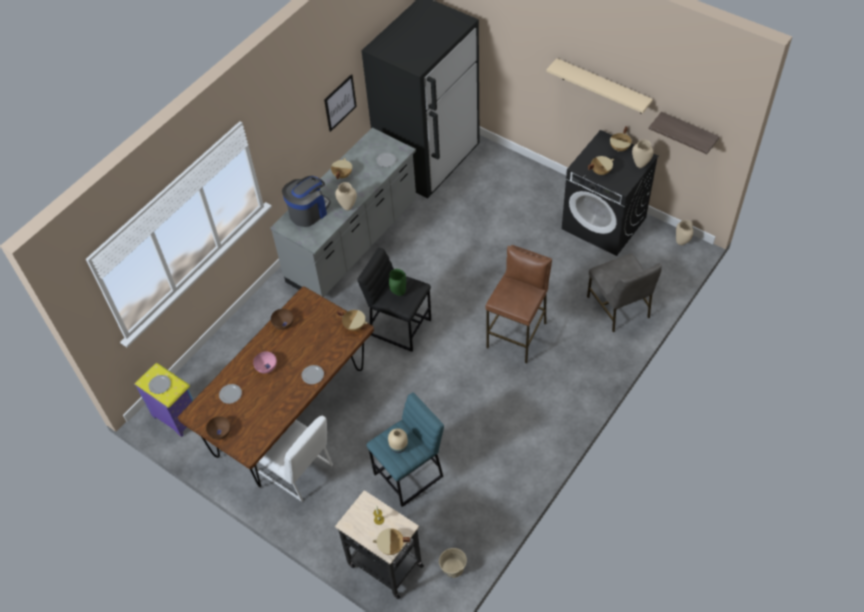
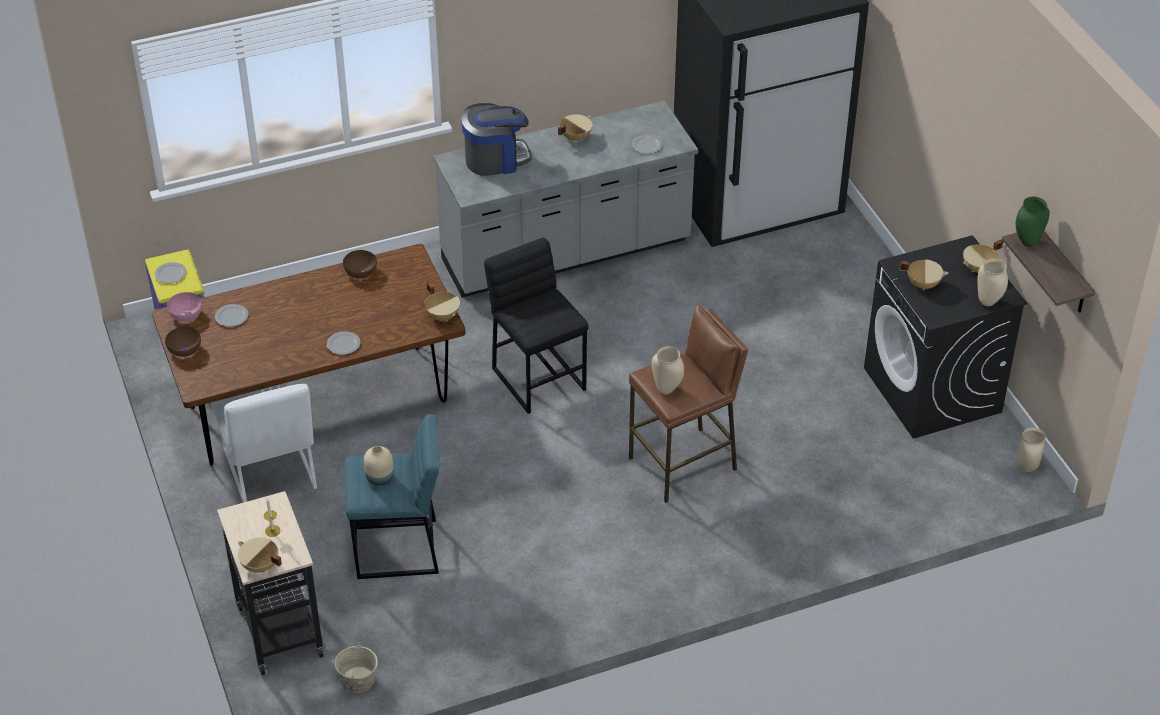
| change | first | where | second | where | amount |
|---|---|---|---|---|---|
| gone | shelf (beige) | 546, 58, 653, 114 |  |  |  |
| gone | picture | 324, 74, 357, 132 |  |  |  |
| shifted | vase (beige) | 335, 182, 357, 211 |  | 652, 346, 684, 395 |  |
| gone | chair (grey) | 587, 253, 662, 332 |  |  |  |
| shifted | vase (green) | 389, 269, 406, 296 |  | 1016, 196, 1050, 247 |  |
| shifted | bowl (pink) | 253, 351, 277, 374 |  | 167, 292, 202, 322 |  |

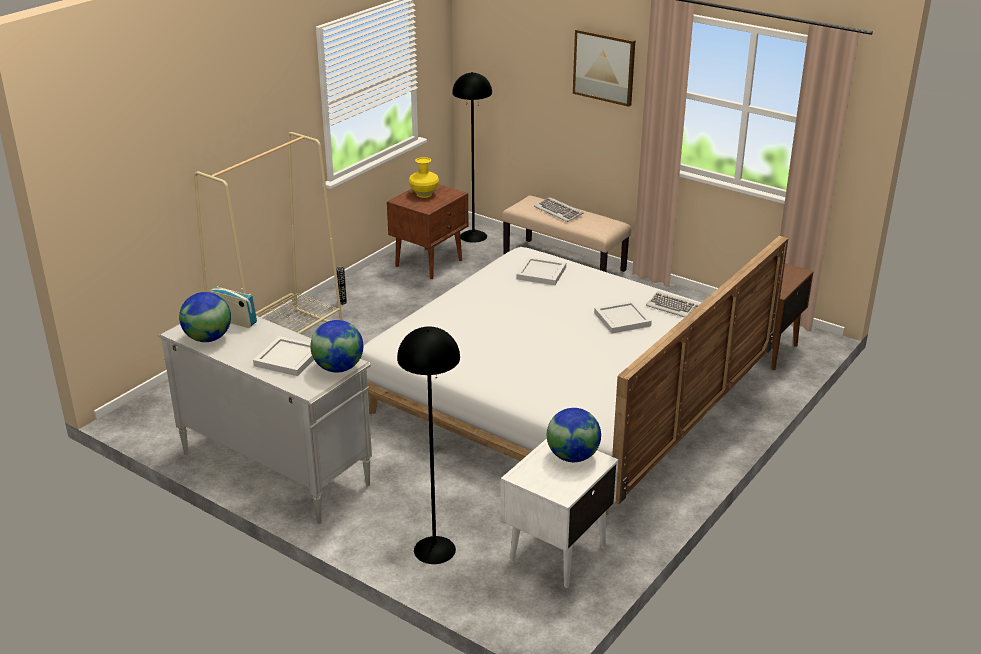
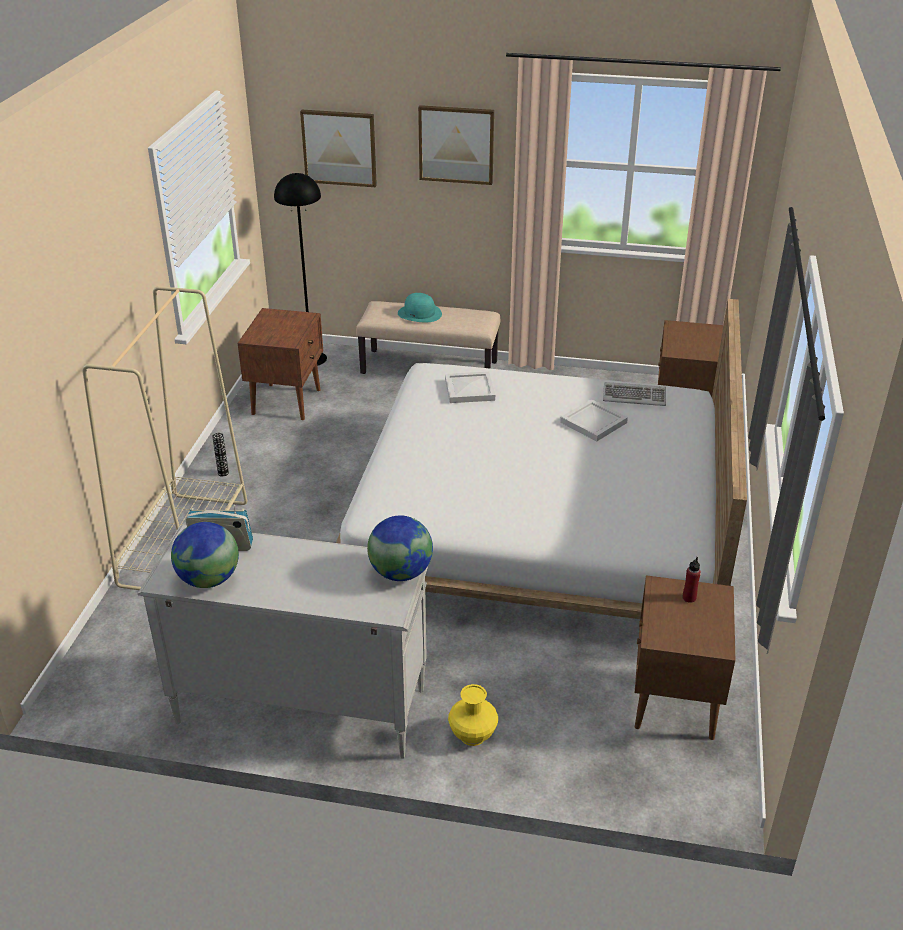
| change | first | where | second | where | amount |
|---|---|---|---|---|---|
| shifted | vase (yellow) | 409, 157, 439, 198 |  | 448, 684, 498, 746 |  |
| swapped | keyboard | 534, 197, 583, 222 | hat (turquoise) | 398, 293, 442, 322 |  |
| gone | floor lamp (black) | 397, 326, 460, 564 |  |  |  |
| gone | tray (white) | 253, 336, 314, 376 |  |  |  |
| swapped | globe | 547, 408, 601, 462 | bottle (red) | 683, 557, 701, 603 |  |
| repainted | nightstand (white) | 501, 439, 619, 588 | nightstand (brown) | 634, 576, 735, 740 |  |
| new |  |  | picture | 300, 110, 377, 187 |  |

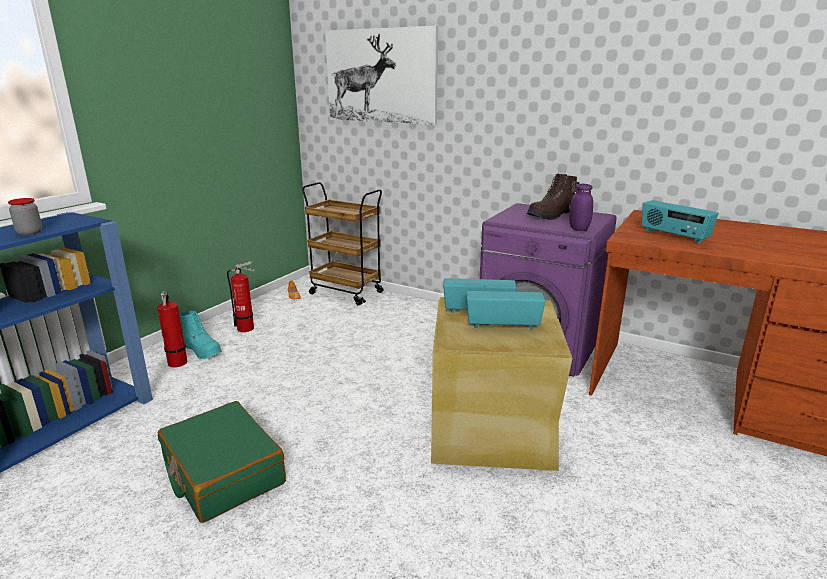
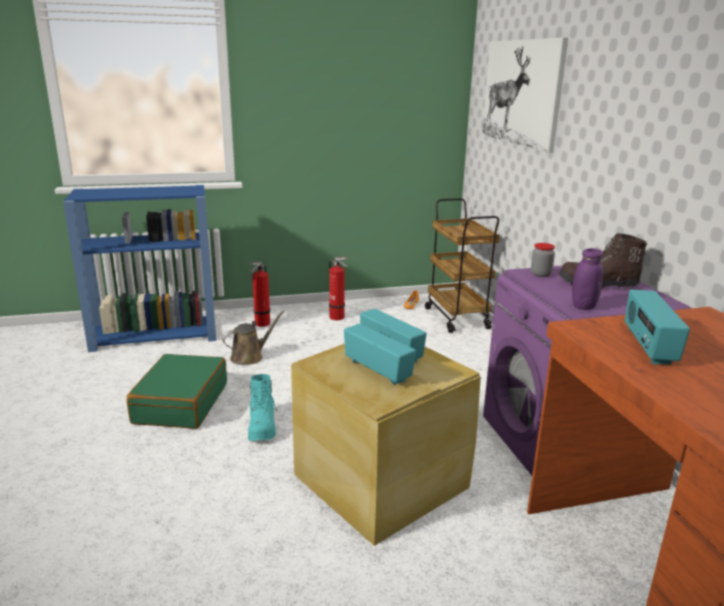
| change | first | where | second | where | amount |
|---|---|---|---|---|---|
| shifted | jar | 8, 198, 42, 235 |  | 531, 243, 555, 277 |  |
| shifted | boot (turquoise) | 179, 311, 222, 359 |  | 248, 374, 277, 441 |  |
| new |  |  | watering can (brown) | 222, 310, 285, 365 |  |

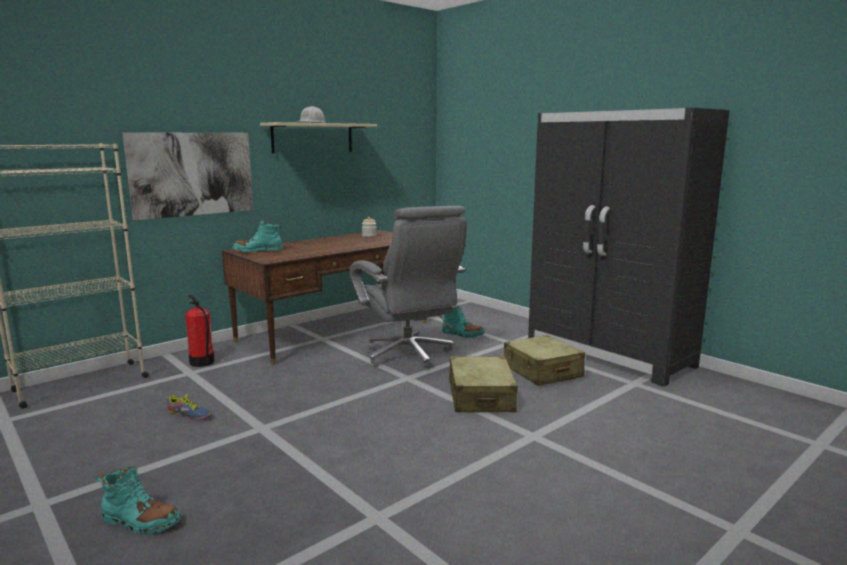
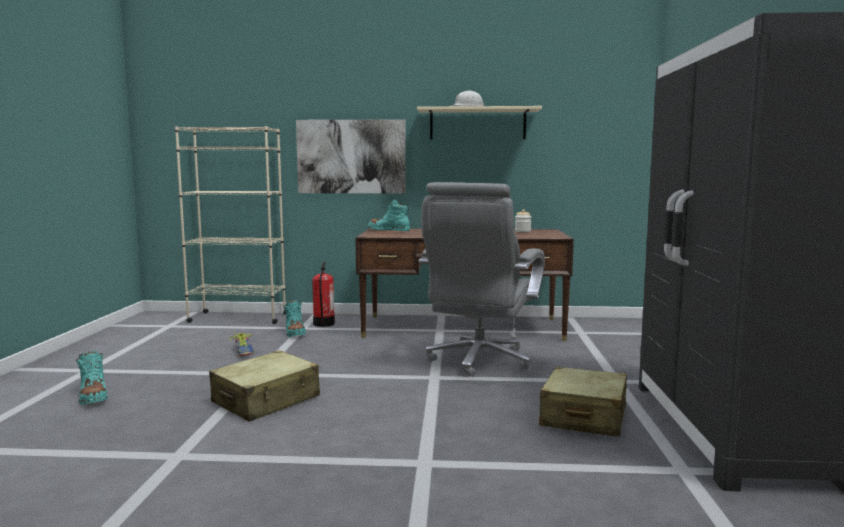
| change | first | where | second | where | amount |
|---|---|---|---|---|---|
| shifted | boot (turquoise) | 442, 305, 484, 338 |  | 284, 300, 306, 337 |  |
| shifted | suitcase (beige) | 449, 356, 518, 412 |  | 209, 350, 320, 422 |  |

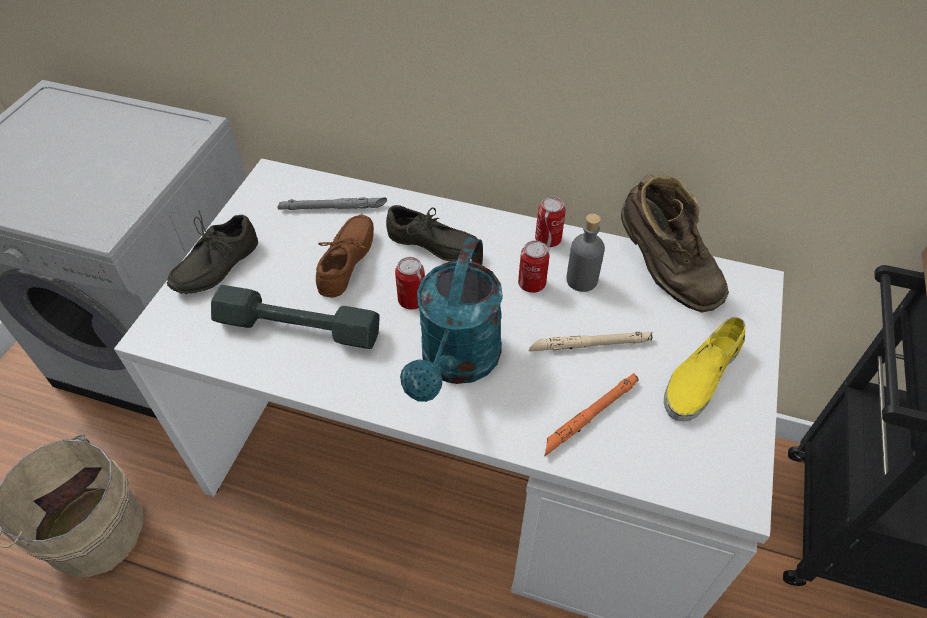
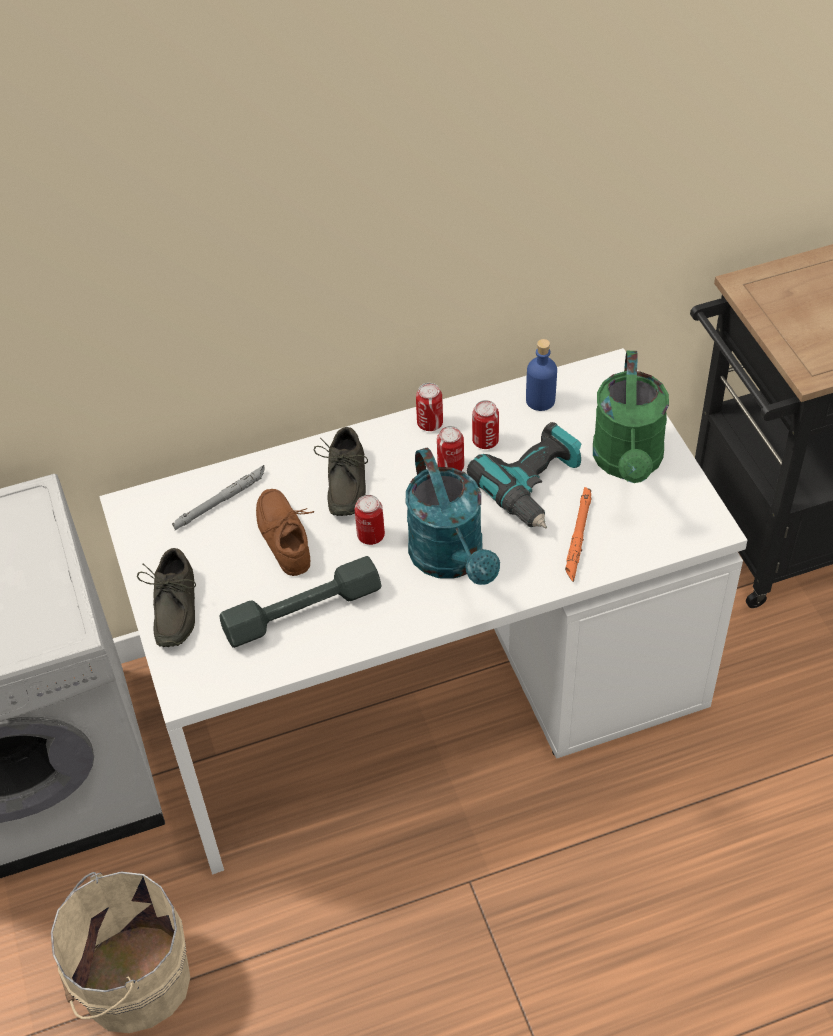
| change | first | where | second | where | amount |
|---|---|---|---|---|---|
| swapped | boot (brown) | 621, 173, 729, 313 | bottle (blue) | 526, 339, 557, 411 |  |
| rotated | shoe (grey) | 386, 205, 477, 262 |  | 314, 427, 368, 516 | 105 degrees clockwise |
| swapped | bottle (grey) | 566, 214, 605, 292 | can | 472, 400, 499, 449 |  |
| swapped | shoe (yellow) | 664, 317, 745, 421 | watering can (green) | 593, 351, 669, 483 |  |
| swapped | flashlight (beige) | 529, 332, 653, 351 | power drill | 467, 422, 581, 528 |  |

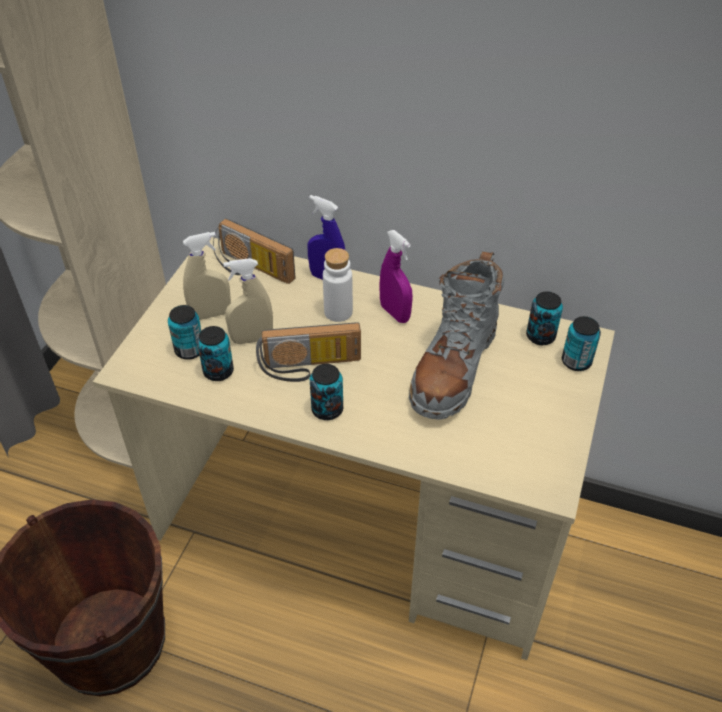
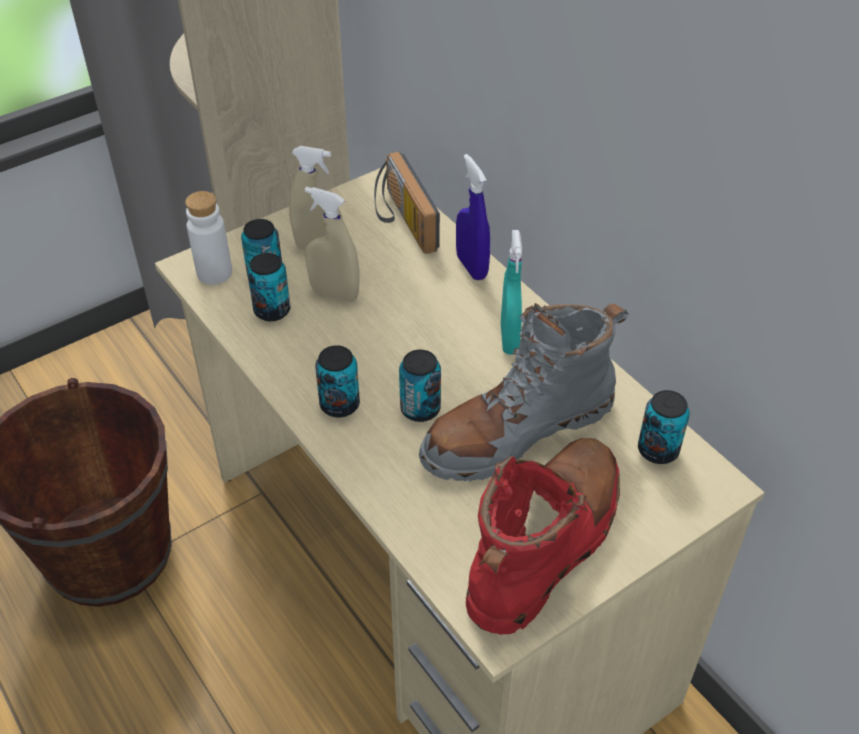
| change | first | where | second | where | amount |
|---|---|---|---|---|---|
| repainted | spray bottle (purple) | 380, 230, 413, 323 | spray bottle (turquoise) | 501, 230, 522, 355 |  |
| shifted | bottle (white) | 323, 248, 353, 322 |  | 185, 191, 232, 285 |  |
| shifted | can | 562, 316, 601, 371 |  | 399, 350, 441, 422 |  |
| gone | radio | 256, 322, 361, 382 |  |  |  |
| new |  |  | boot (red) | 465, 438, 620, 635 |  |

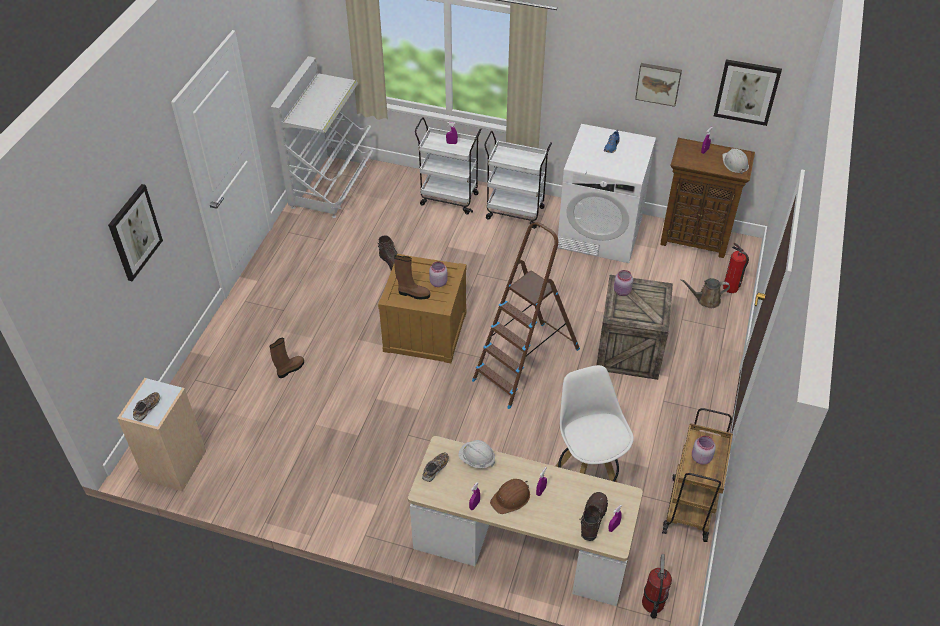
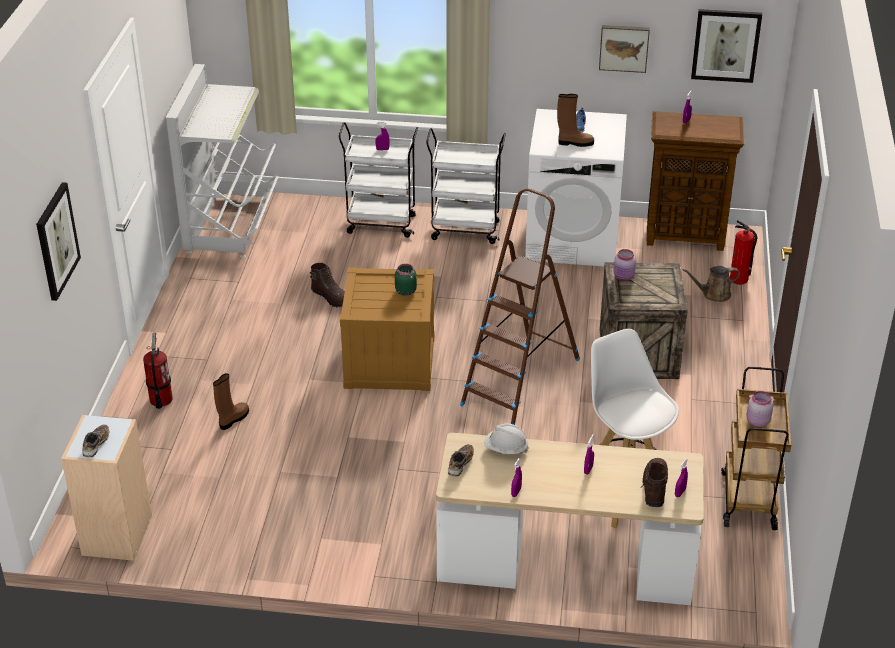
| change | first | where | second | where | amount |
|---|---|---|---|---|---|
| gone | hard hat (white) | 722, 148, 749, 174 |  |  |  |
| shifted | boot (brown) | 394, 255, 430, 299 |  | 557, 94, 594, 147 |  |
| repainted | jar (pink) | 429, 261, 448, 287 | jar (green) | 395, 264, 417, 296 |  |
| gone | hard hat (brown) | 490, 479, 530, 514 |  |  |  |
| shifted | fire extinguisher | 642, 554, 672, 619 |  | 143, 332, 173, 409 |  |

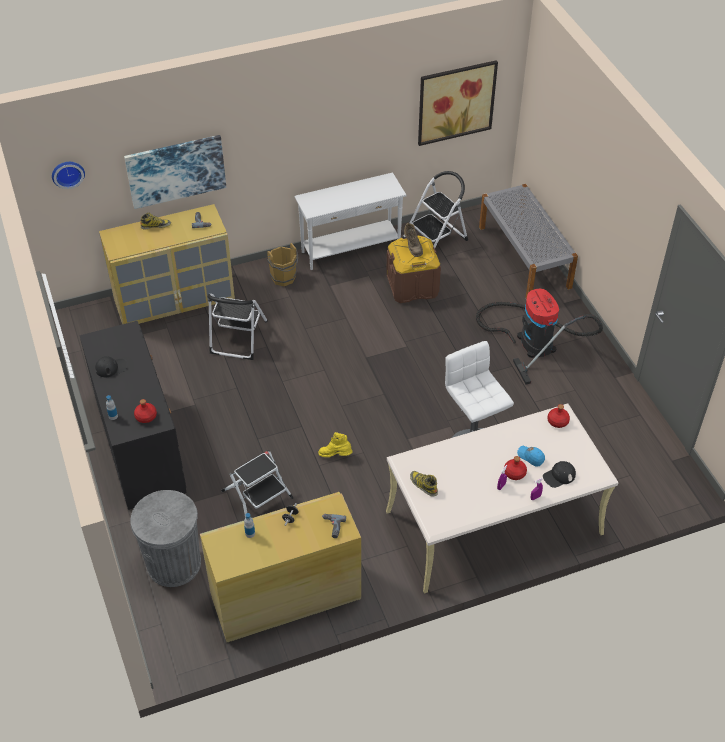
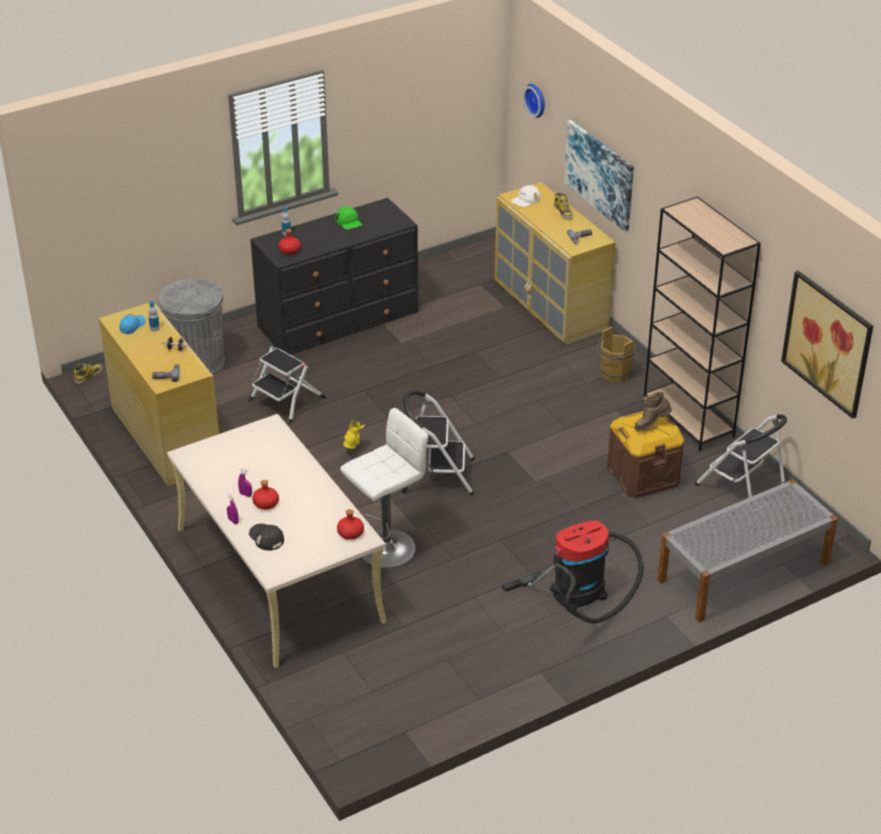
| change | first | where | second | where | amount |
|---|---|---|---|---|---|
| swapped | console table (white) | 295, 172, 407, 270 | bookcase (beige) | 643, 197, 761, 451 |  |
| shifted | step ladder | 207, 293, 268, 360 |  | 402, 390, 475, 495 |  |
| repainted | cap (black) | 95, 356, 128, 377 | cap (green) | 335, 206, 362, 229 |  |
| shifted | cap (blue) | 517, 446, 545, 466 |  | 119, 314, 146, 334 |  |
| shifted | boot | 410, 471, 438, 497 |  | 74, 363, 103, 384 |  |
| new |  |  | cap (white) | 511, 185, 541, 207 |  |

